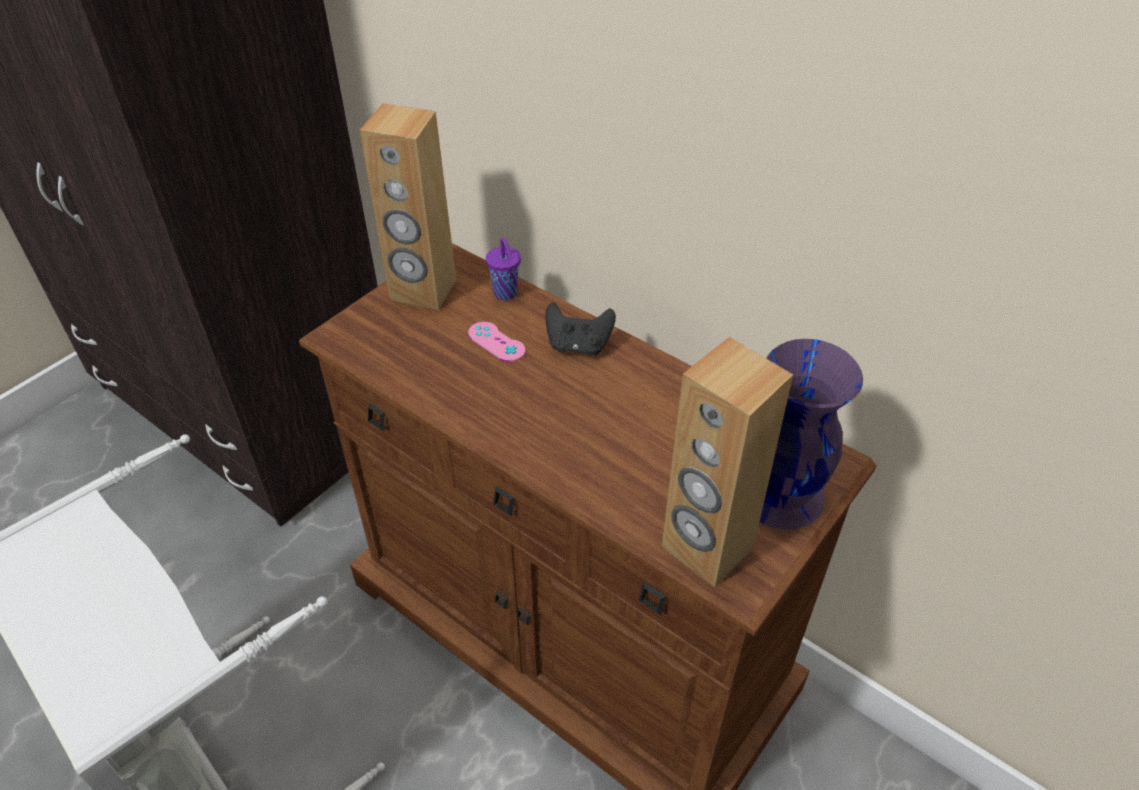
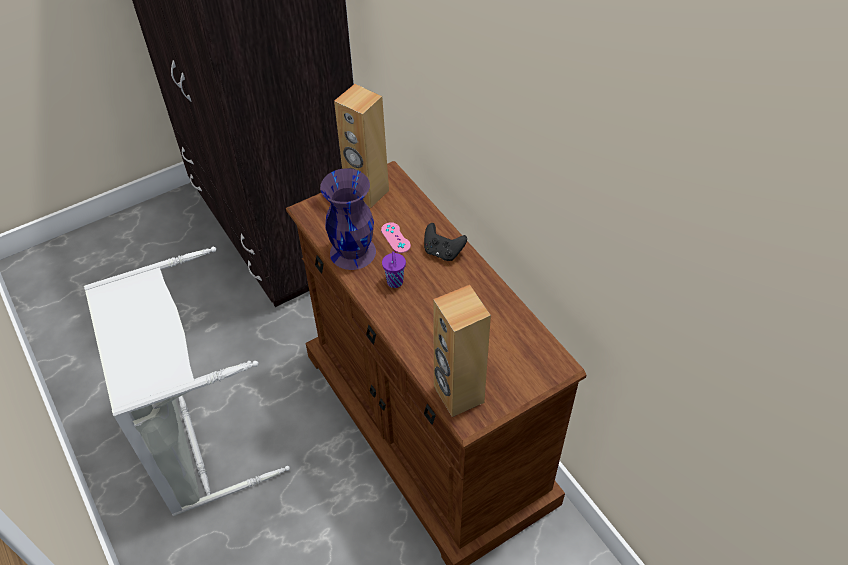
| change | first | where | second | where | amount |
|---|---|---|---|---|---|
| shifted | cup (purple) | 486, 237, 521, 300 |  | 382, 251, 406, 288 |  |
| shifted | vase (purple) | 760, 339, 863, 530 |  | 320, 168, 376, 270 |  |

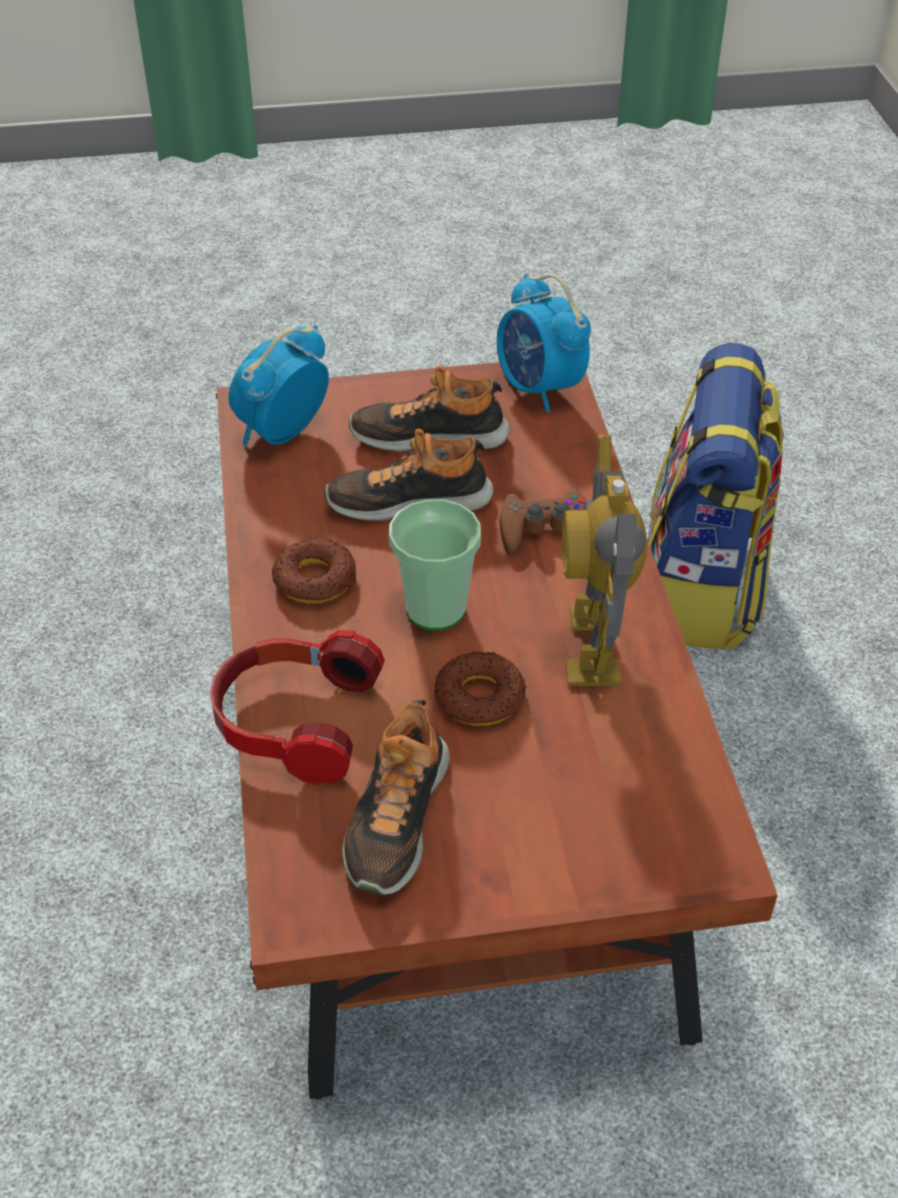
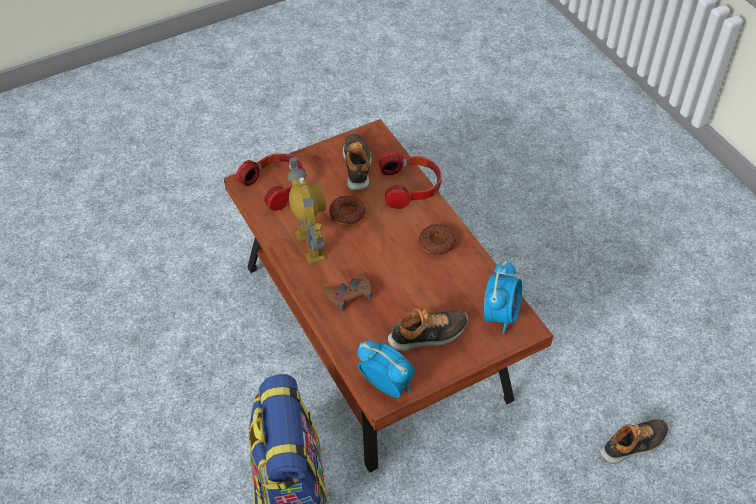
| change | first | where | second | where | amount |
|---|---|---|---|---|---|
| shifted | shoe | 325, 429, 493, 521 |  | 600, 419, 668, 464 |  |
| gone | cup | 389, 500, 481, 630 |  |  |  |
| new |  |  | headphones | 236, 153, 305, 211 |  |

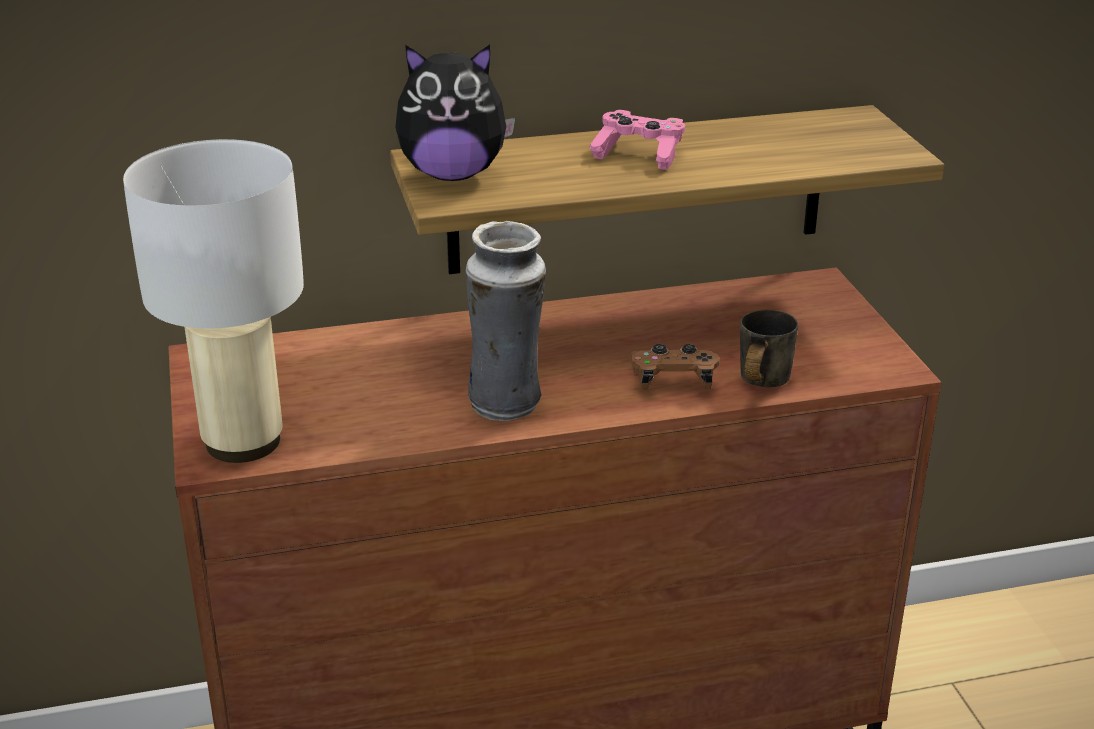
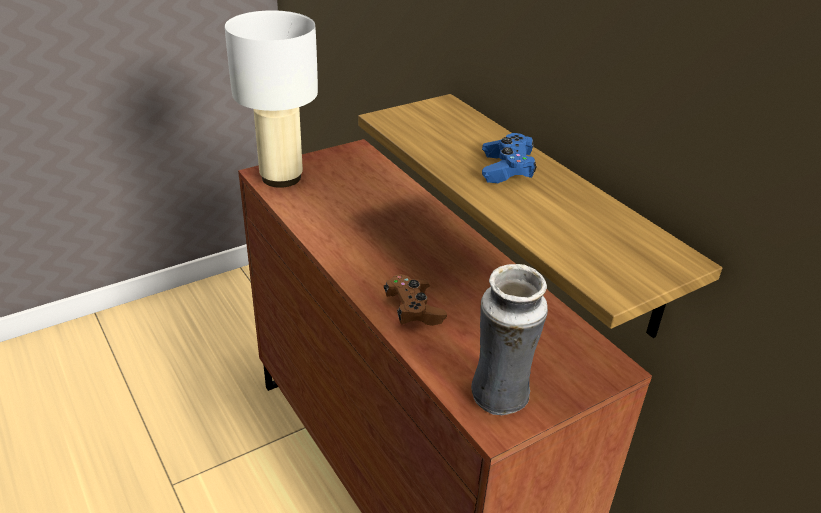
| change | first | where | second | where | amount |
|---|---|---|---|---|---|
| gone | plush toy | 395, 45, 516, 181 |  |  |  |
| repainted | game controller (pink) | 589, 110, 685, 170 | game controller (blue) | 482, 133, 537, 183 |  |
| shifted | vase | 465, 221, 546, 421 |  | 471, 264, 548, 415 |  |
| gone | mug (grey) | 740, 310, 799, 388 |  |  |  |

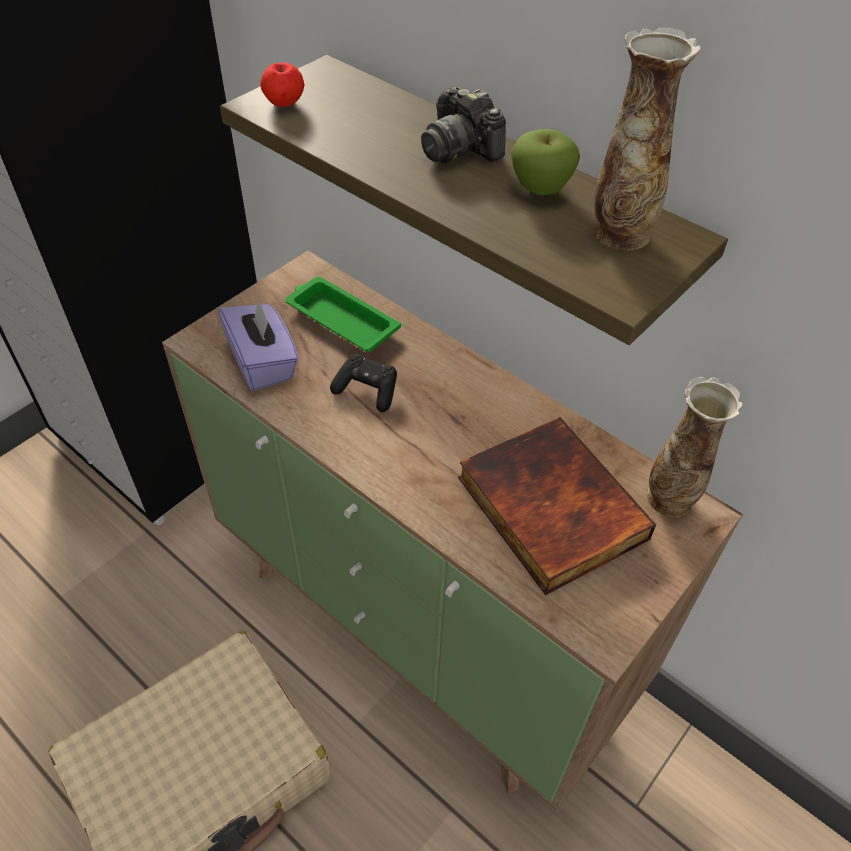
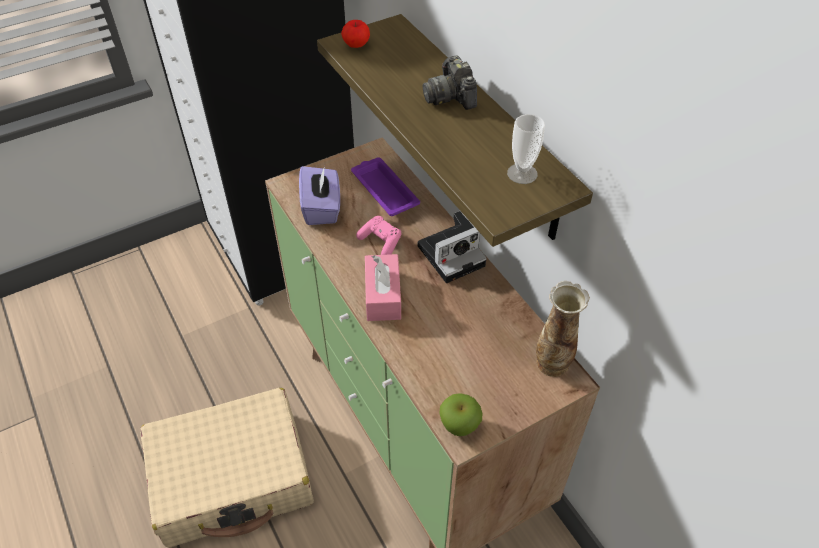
| change | first | where | second | where | amount |
|---|---|---|---|---|---|
| swapped | vase | 594, 27, 701, 250 | cup | 507, 114, 545, 184 |  |
| shifted | apple | 511, 129, 580, 195 |  | 439, 393, 482, 436 |  |
| repainted | tray (green) | 285, 277, 401, 352 | tray (purple) | 351, 157, 420, 216 |  |
| repainted | game controller (black) | 330, 354, 397, 412 | game controller (pink) | 356, 216, 402, 255 |  |
| gone | book | 458, 417, 656, 595 |  |  |  |
| new |  |  | photo camera | 418, 211, 487, 283 |  |
| new |  |  | tissue box (pink) | 365, 254, 401, 321 |  |

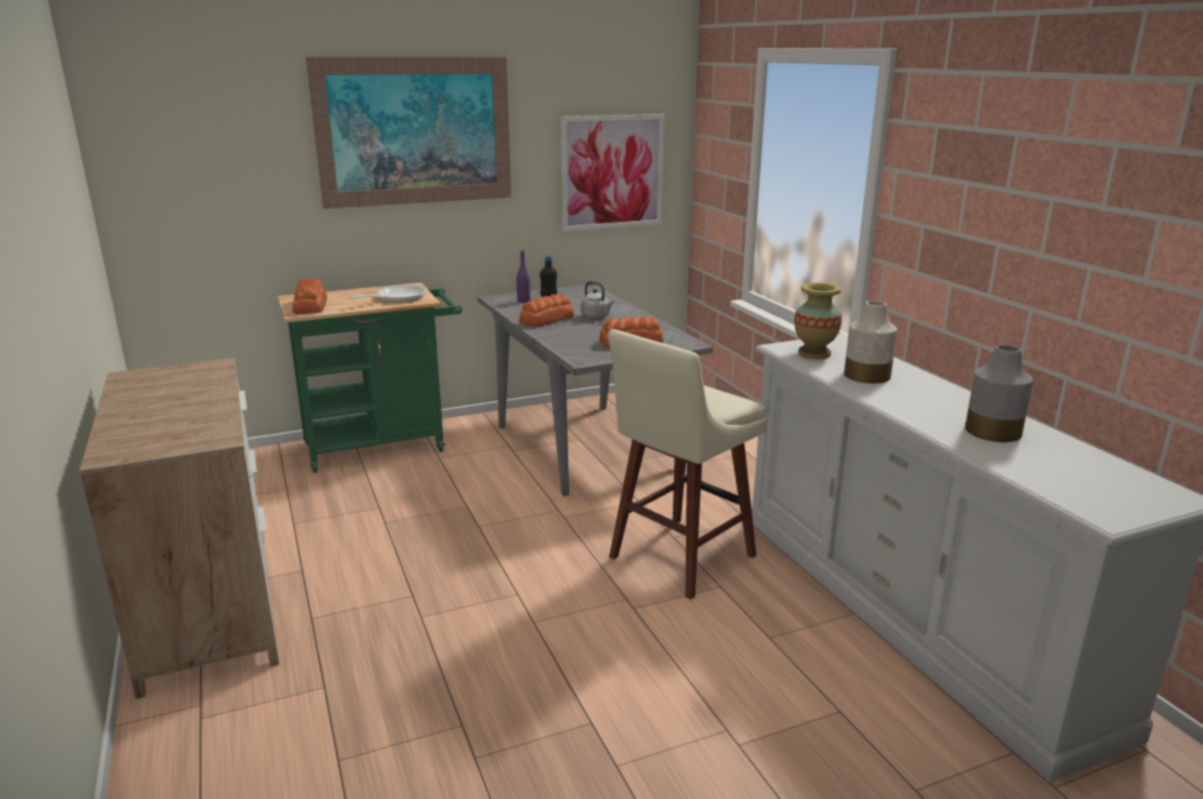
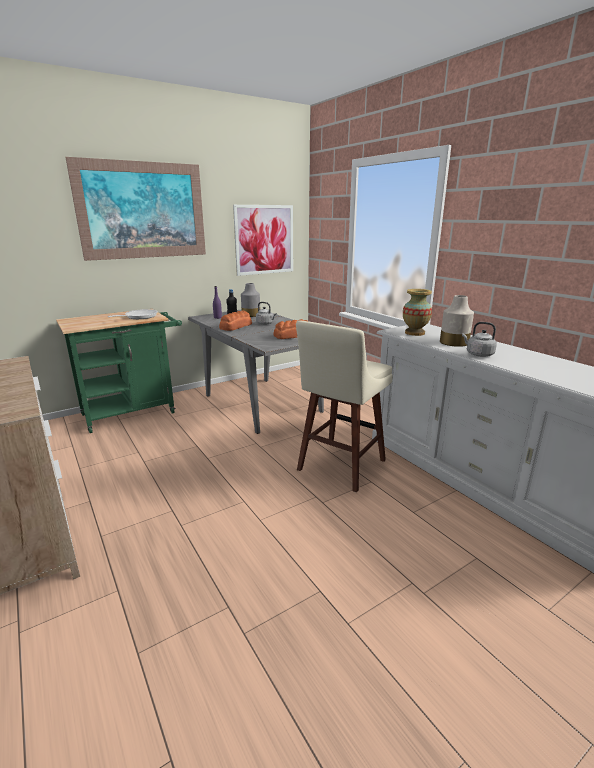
| change | first | where | second | where | amount |
|---|---|---|---|---|---|
| gone | bread | 292, 278, 327, 314 |  |  |  |
| shifted | vase (grey) | 965, 345, 1033, 442 |  | 241, 283, 260, 317 |  |
| new |  |  | kettle (grey) | 462, 322, 497, 357 |  |

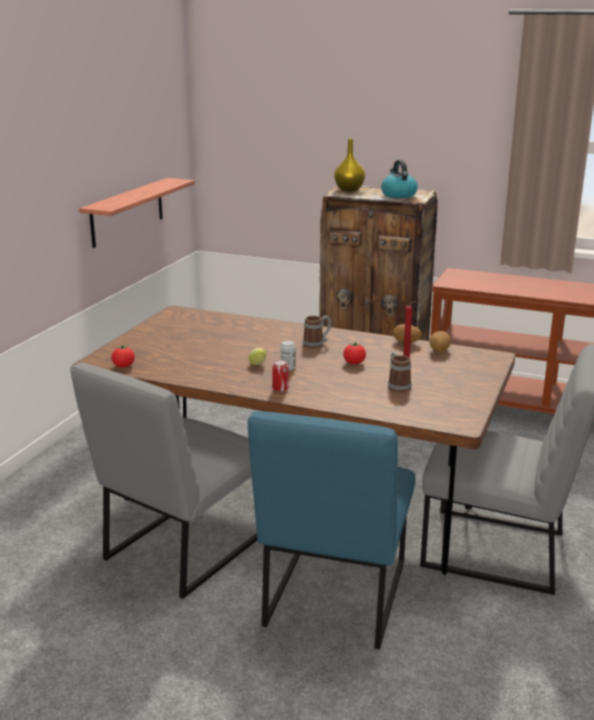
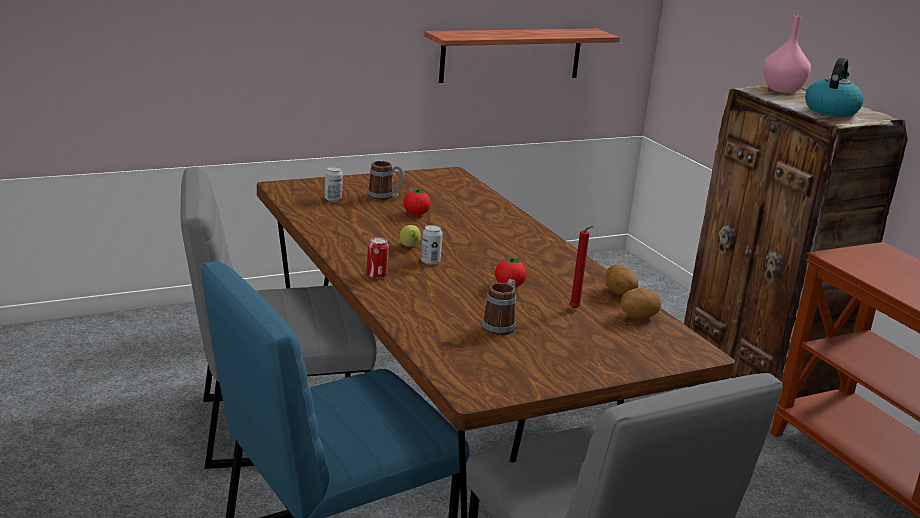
| change | first | where | second | where | amount |
|---|---|---|---|---|---|
| repainted | vase (yellow) | 334, 139, 365, 192 | vase (pink) | 763, 15, 811, 93 |  |
| shifted | mug | 303, 316, 331, 348 |  | 367, 161, 405, 201 |  |
| shifted | tomato | 111, 344, 135, 368 |  | 404, 188, 431, 215 |  |
| new |  |  | can | 324, 167, 343, 201 |  |

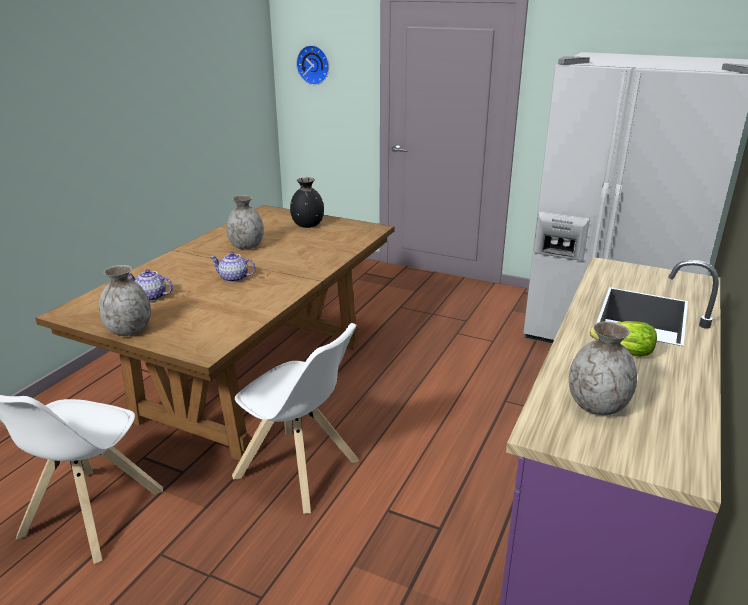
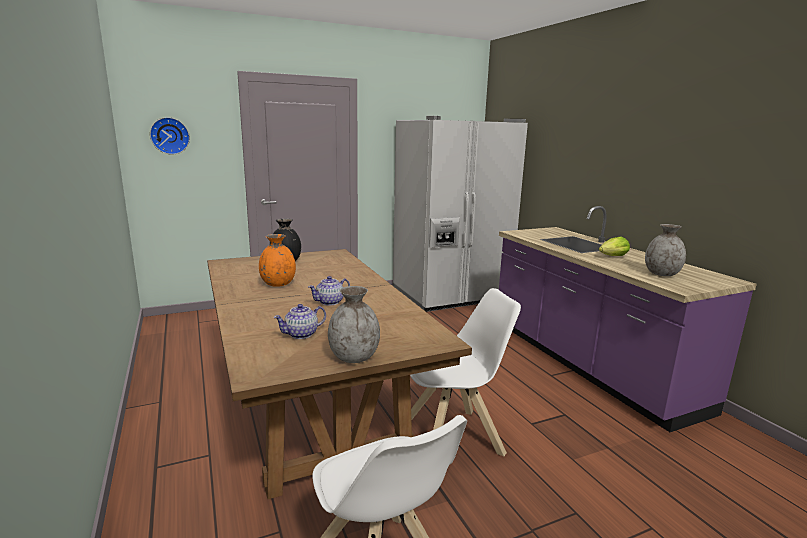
| change | first | where | second | where | amount |
|---|---|---|---|---|---|
| repainted | vase (grey) | 226, 195, 264, 249 | vase (orange) | 259, 234, 296, 287 |  |

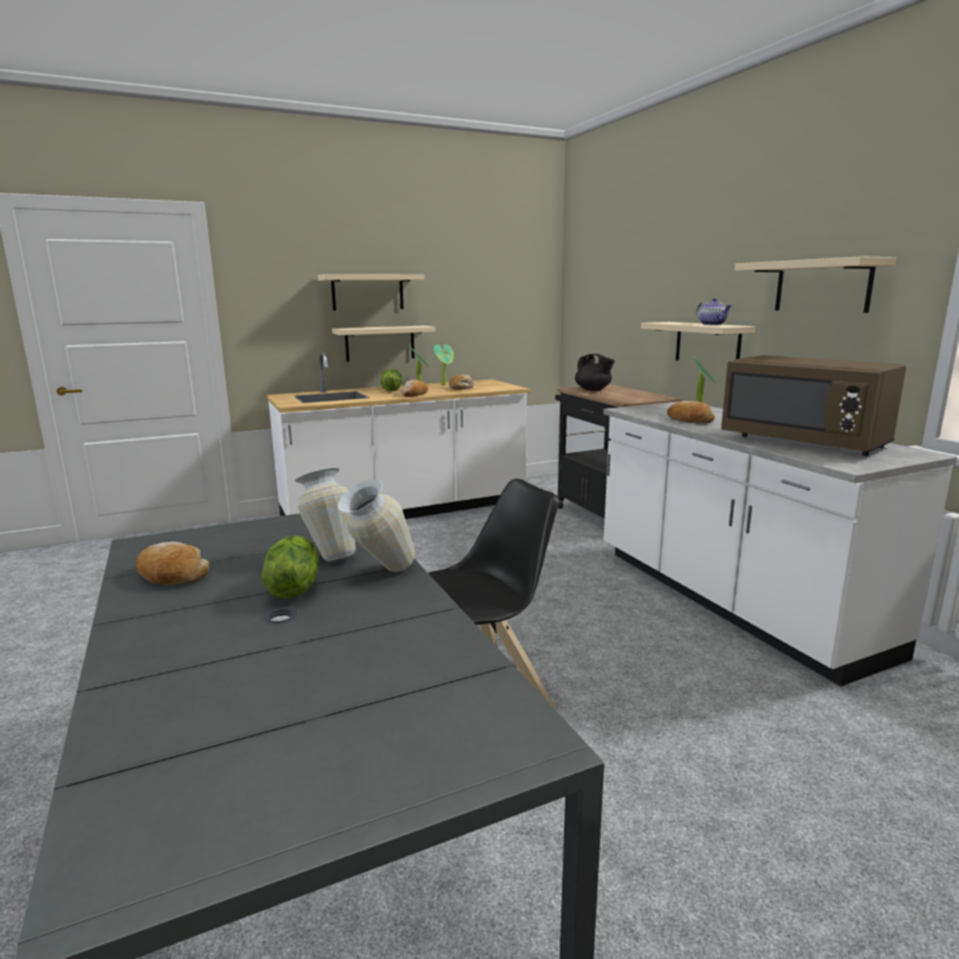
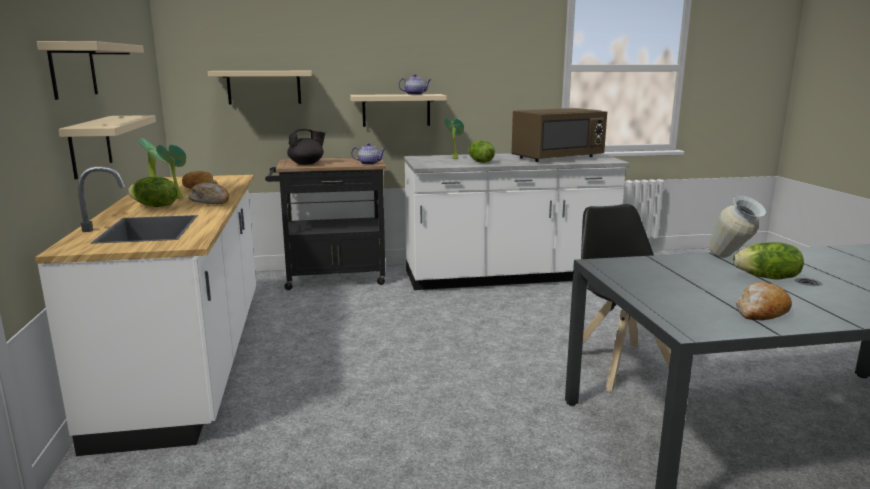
| change | first | where | second | where | amount |
|---|---|---|---|---|---|
| shifted | shelf (beige) | 735, 256, 896, 313 |  | 208, 71, 312, 105 |  |
| swapped | bread | 667, 401, 715, 423 | lettuce | 468, 141, 495, 163 |  |
| gone | vase | 295, 468, 356, 562 |  |  |  |
| new |  |  | teapot | 351, 143, 386, 165 |  |

